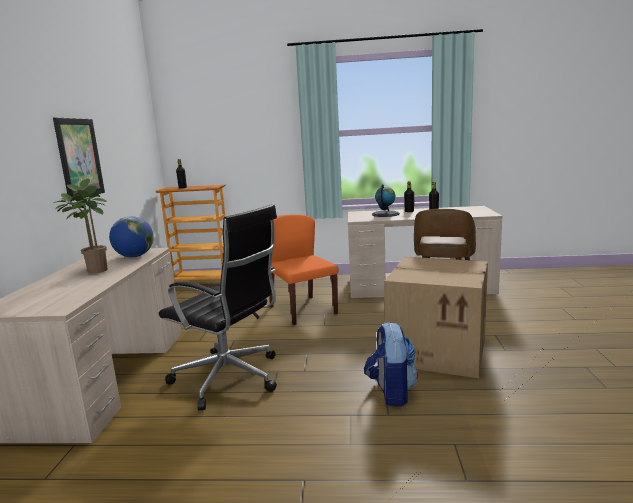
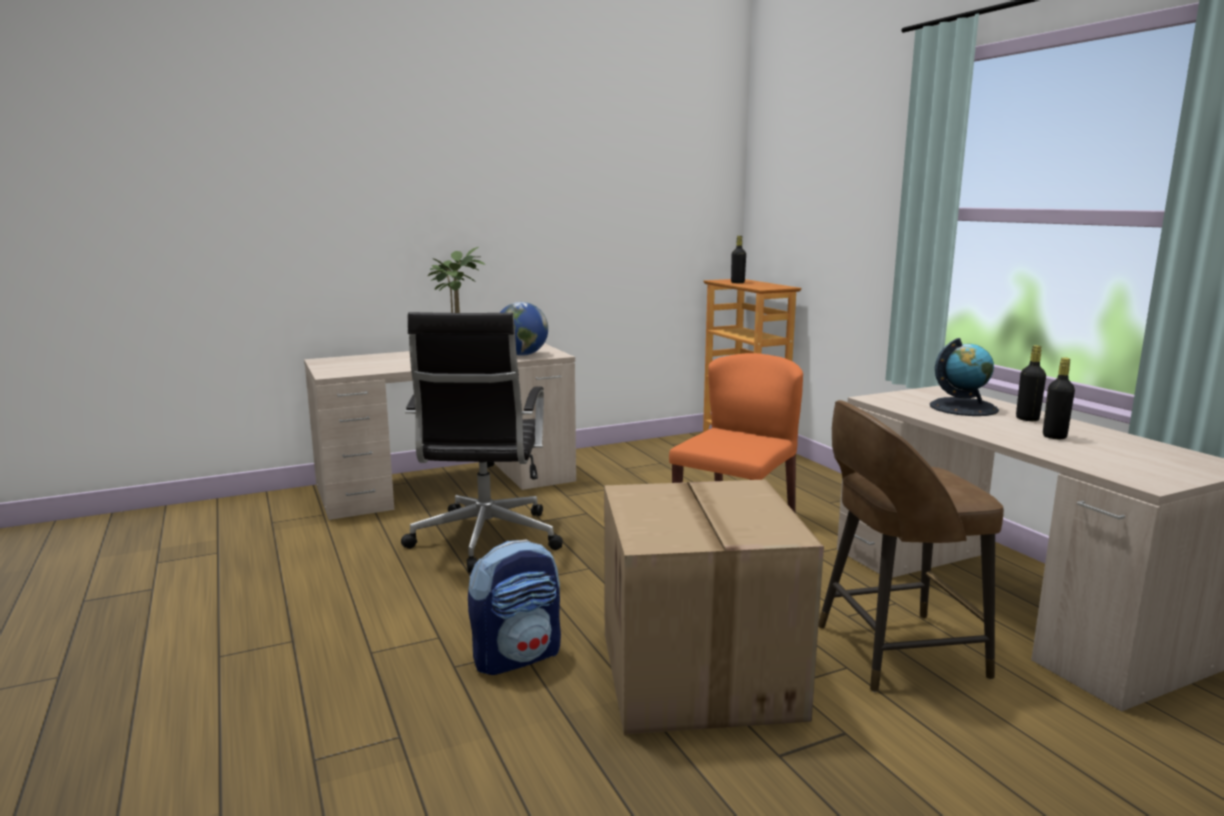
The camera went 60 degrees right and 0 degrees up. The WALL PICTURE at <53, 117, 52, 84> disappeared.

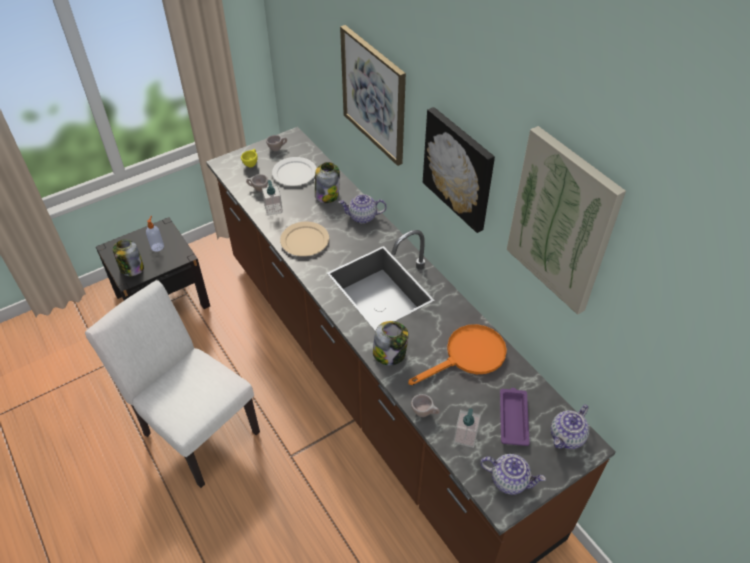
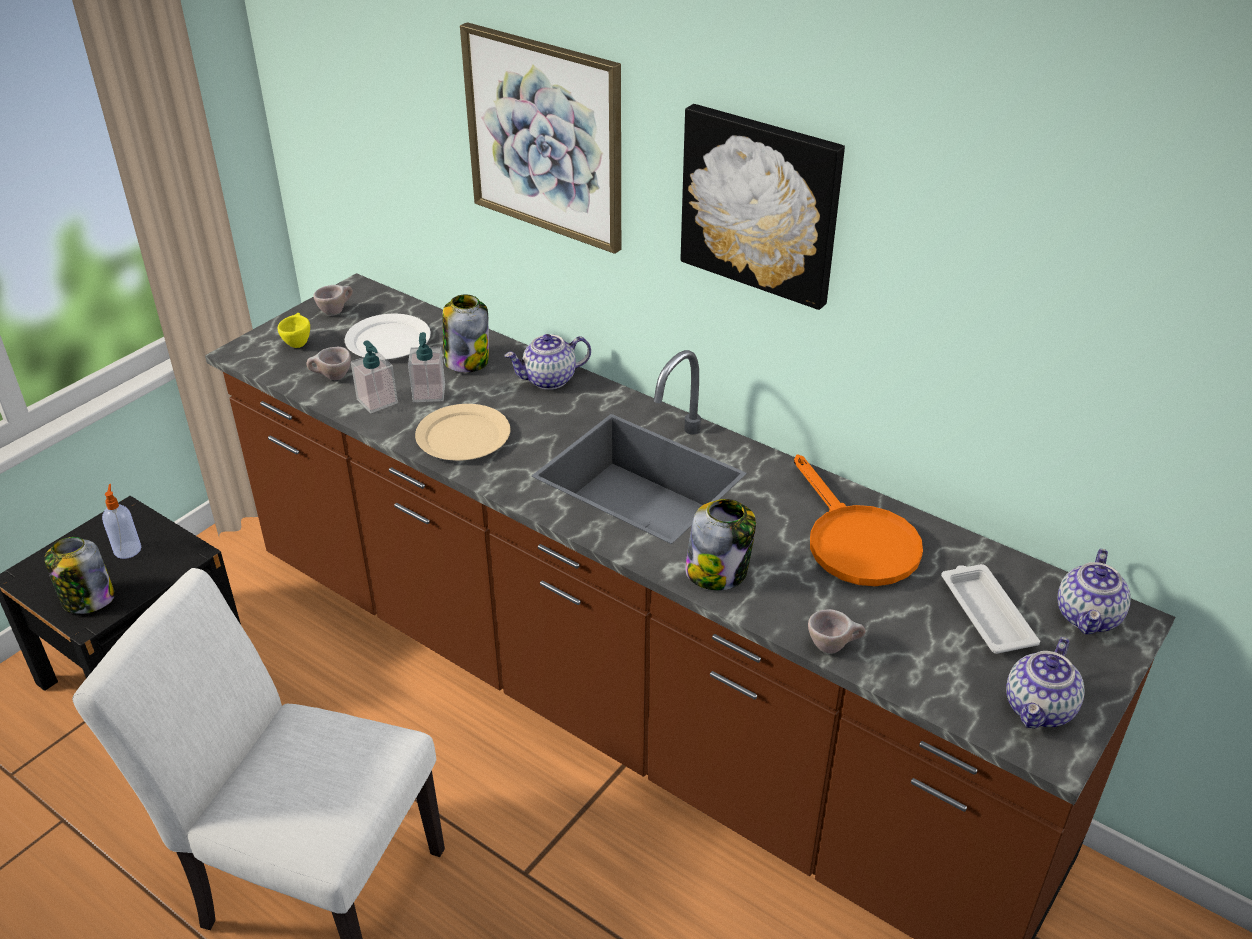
The camera went 20 degrees left and 10 degrees down. The WALL PICTURE at <507, 126, 119, 189> disappeared. The SOAP DISPENSER moved from <454, 408, 27, 40> to <408, 332, 37, 70>. The PURPLE-COLOURED CARRYING TRAY at <500, 388, 30, 58> became the WHITISH CARRYING TRAY at <941, 564, 100, 90>. The ORANGE-COLOURED FRYING PAN at <408, 324, 99, 61> turned 120 degrees clockwise. The TEAPOT at <480, 454, 66, 41> turned 120 degrees clockwise.

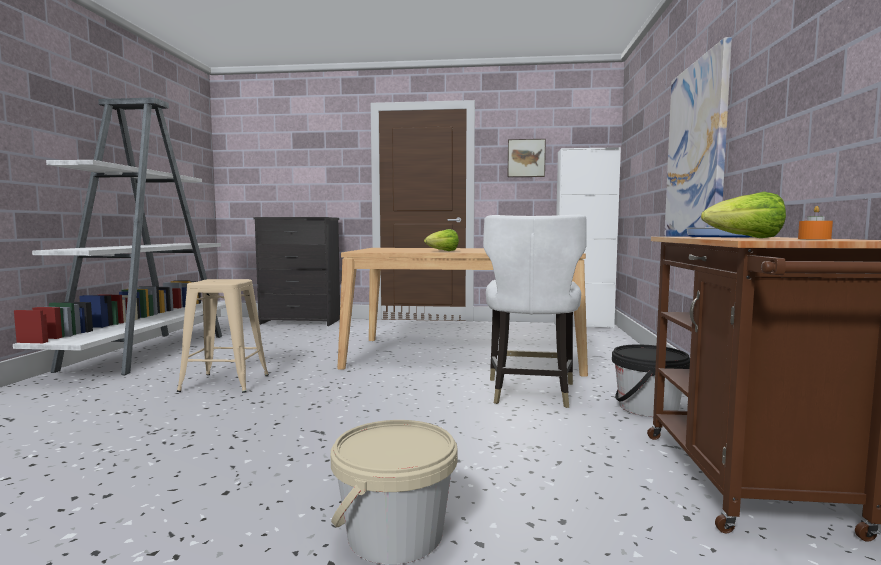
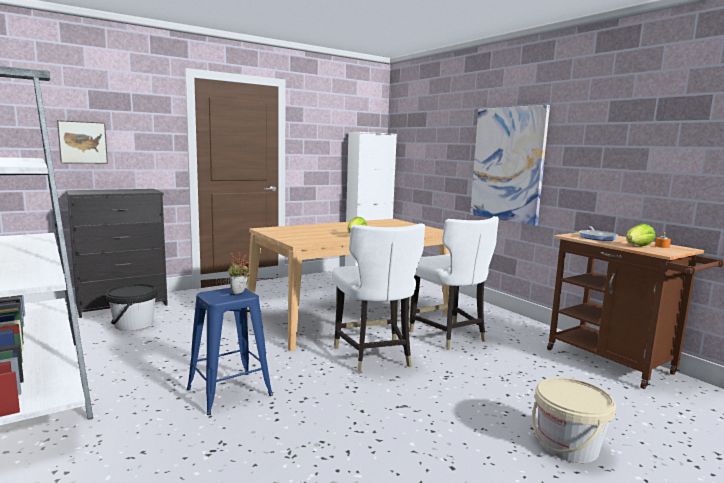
The camera went 40 degrees left and 5 degrees up. The POTTED PLANT at <228, 252, 22, 42> appeared. The WHITISH CHAIR at <332, 223, 93, 150> appeared. The WALL PICTURE moved from <508, 139, 38, 38> to <57, 120, 51, 44>. The BLACK BUCKET moved from <612, 344, 78, 73> to <106, 284, 52, 47>. The SAND-COLOURED STOOL at <177, 279, 92, 114> became the BLUE STOOL at <187, 288, 86, 127>.

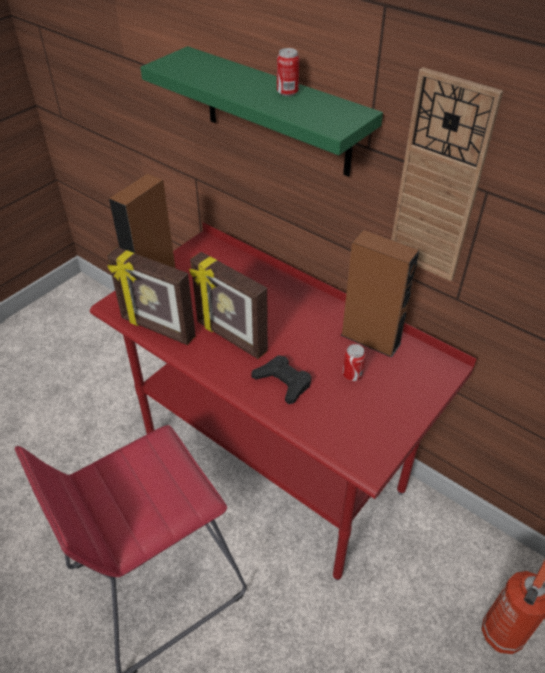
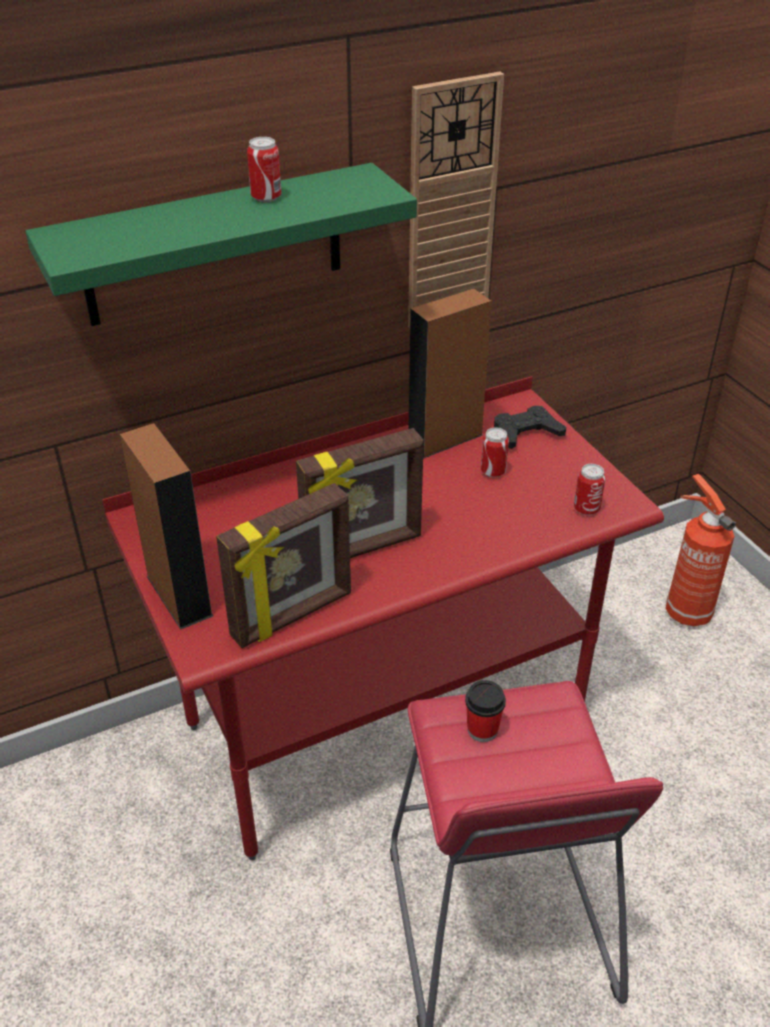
The camera went 65 degrees left and 5 degrees down. The DRINKING CUP at <465, 680, 41, 62> appeared. The CAN at <574, 464, 32, 51> appeared. The BLACK GAMEPAD moved from <251, 355, 60, 49> to <494, 406, 72, 43>.

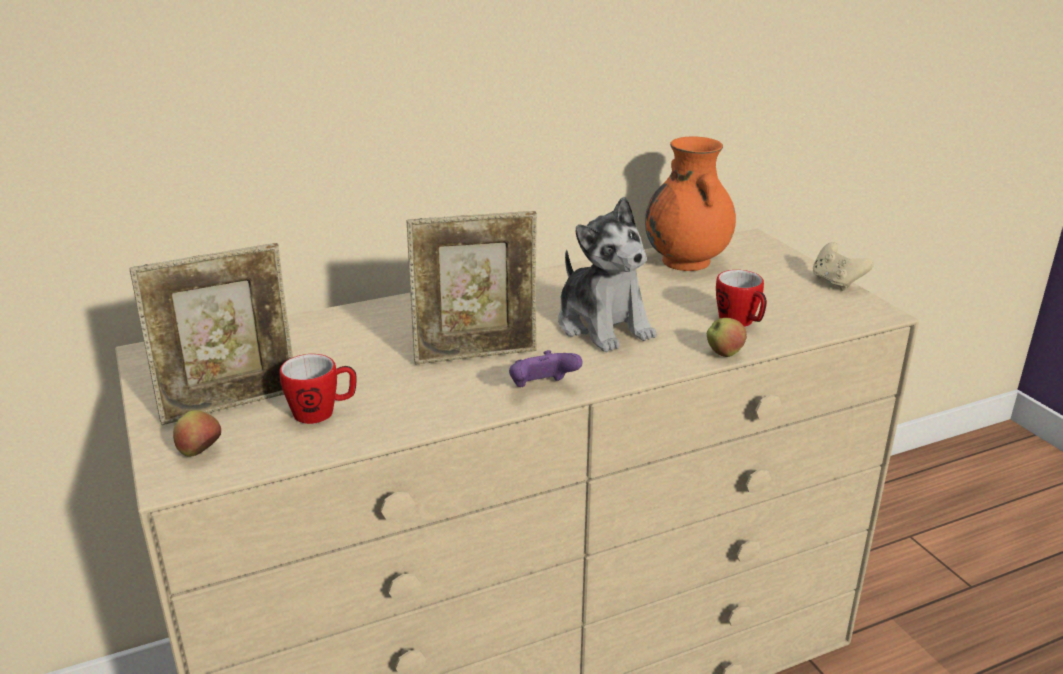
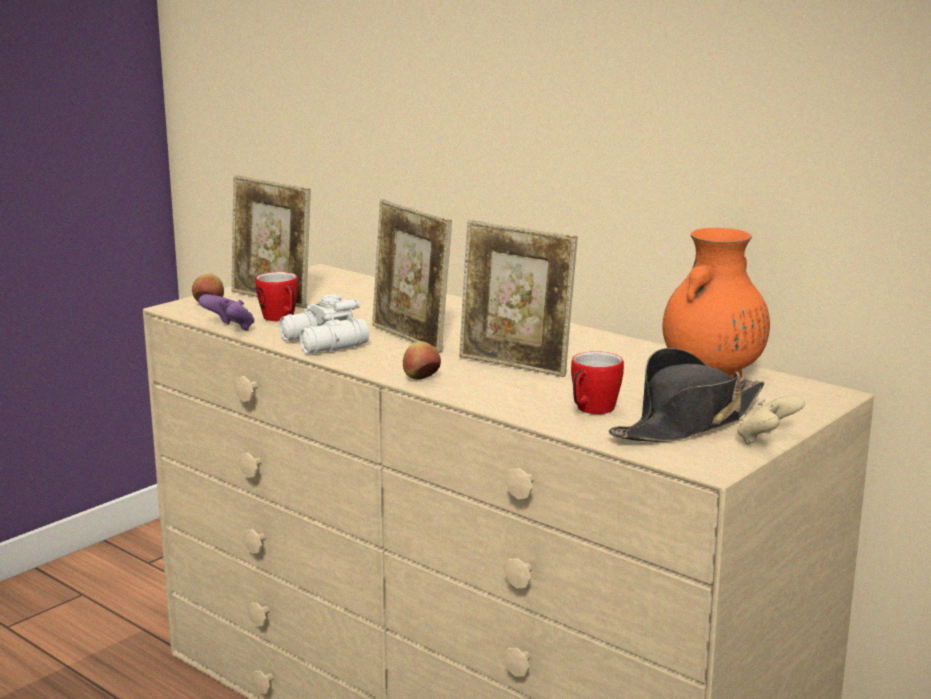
The camera went 65 degrees right and 10 degrees down. The WHITISH BINOCULARS at <279, 294, 90, 60> appeared. The BLACK WEARABLE HAT at <609, 348, 156, 94> appeared. The PURPLE-COLOURED GAMEPAD moved from <509, 350, 74, 37> to <198, 294, 56, 37>. The WHOLE APPLE moved from <707, 318, 40, 39> to <403, 341, 38, 39>. The SOFT TOY at <558, 197, 98, 155> was replaced by the STANDING FRAME at <459, 220, 118, 157>.

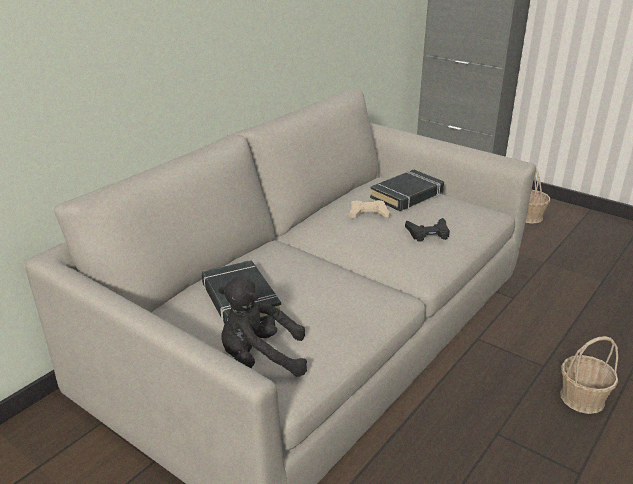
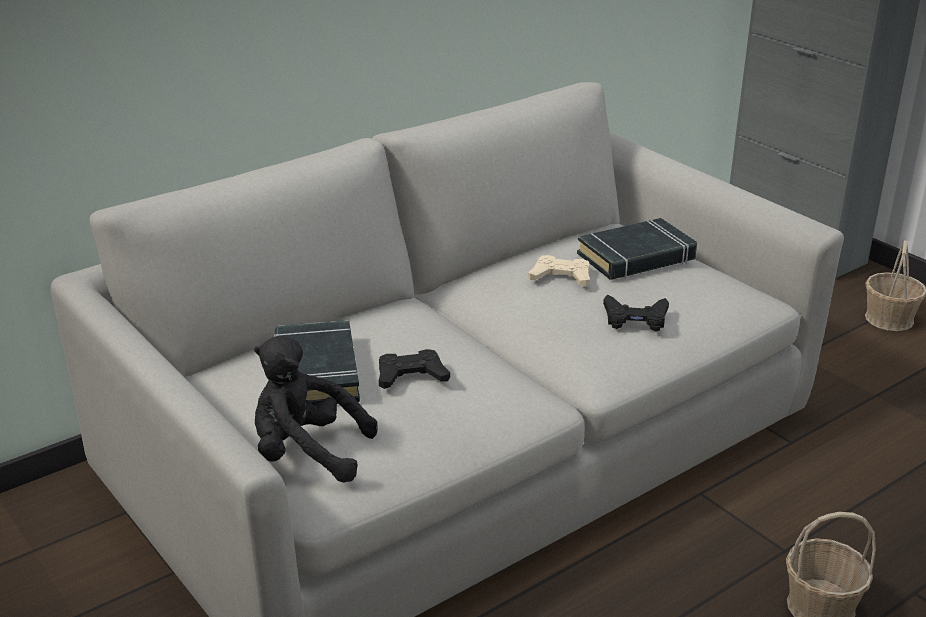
The camera went 15 degrees right and 0 degrees up. The BLACK GAMEPAD at <379, 349, 71, 40> appeared.

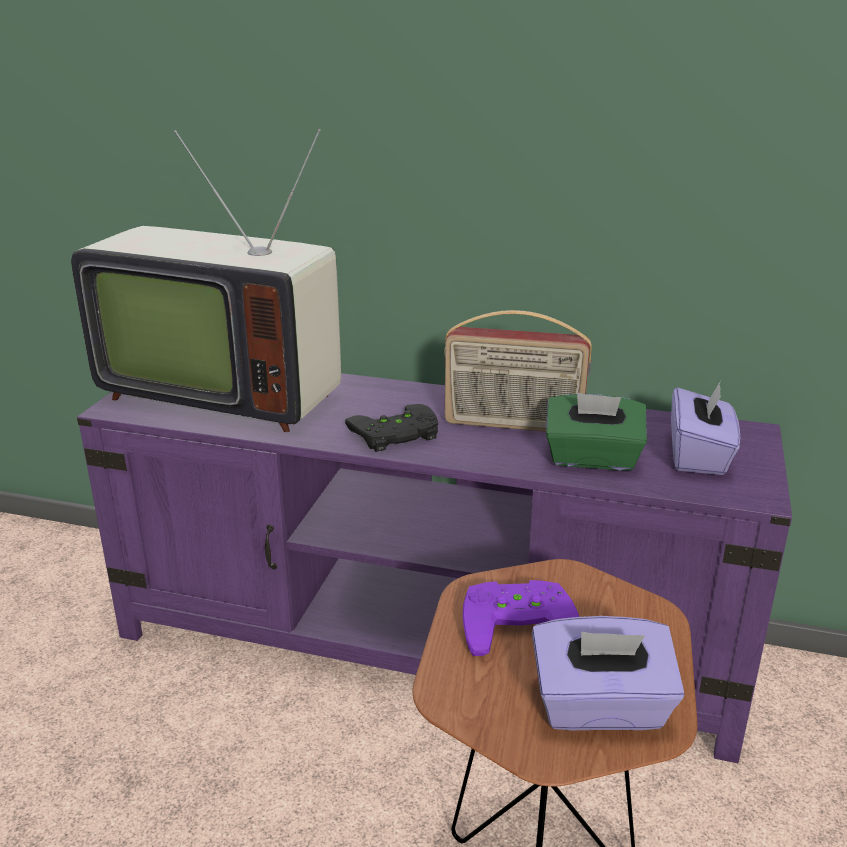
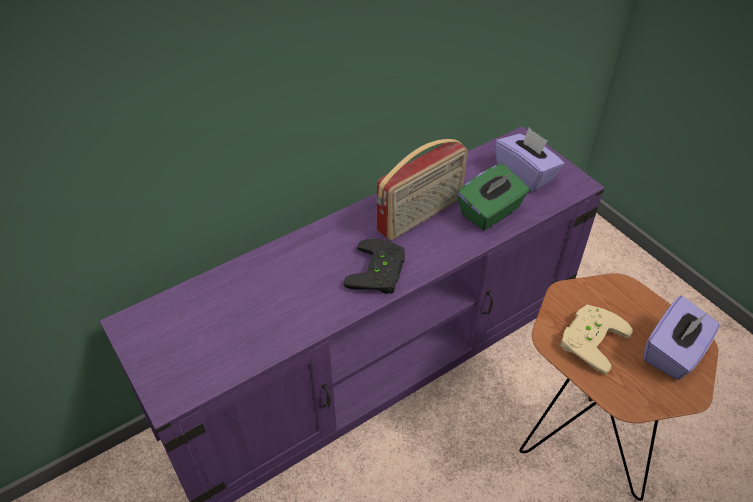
The camera went 50 degrees left and 20 degrees up. The TELEVISION at <71, 129, 270, 303> disappeared. The PURPLE-COLOURED GAMEPAD at <463, 580, 116, 76> became the SAND-COLOURED GAMEPAD at <560, 304, 73, 70>.

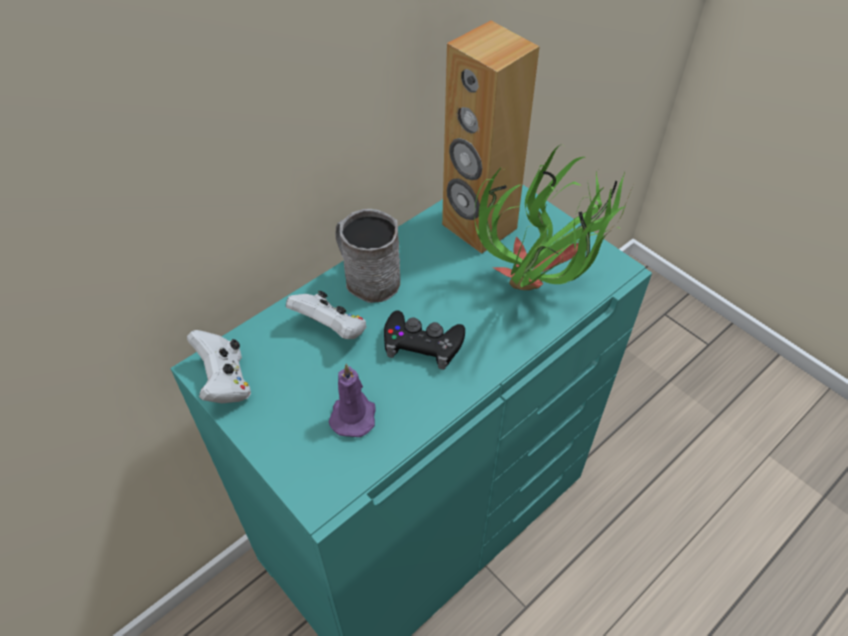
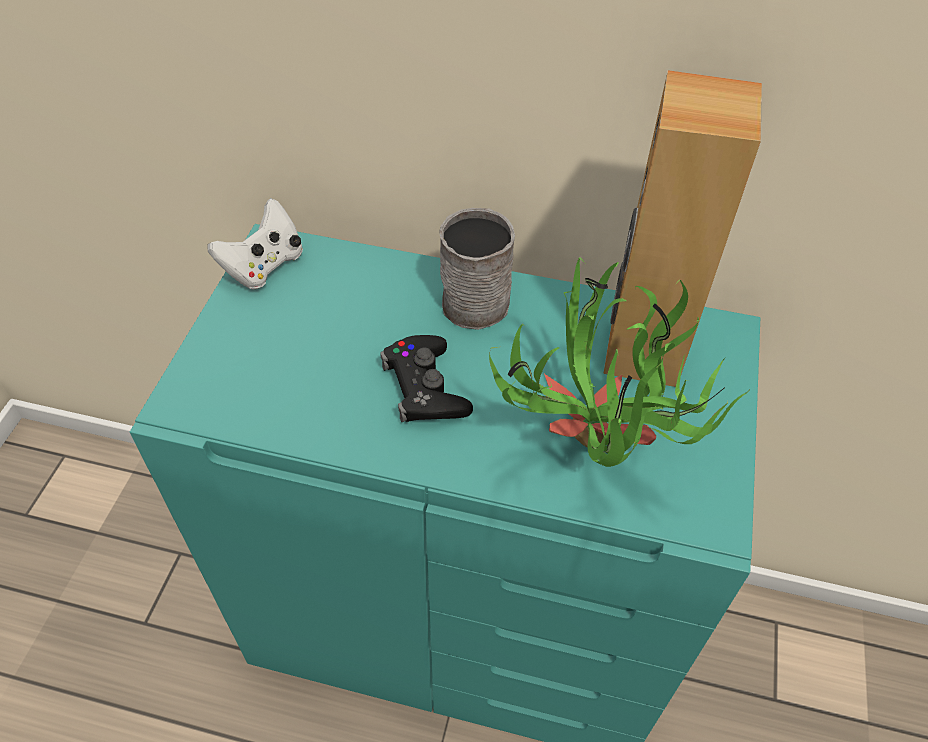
The camera went 55 degrees right and 0 degrees up. The WHITISH GAMEPAD at <286, 291, 81, 48> disappeared. The PURPLE-COLOURED WAX LIGHT at <328, 364, 48, 73> disappeared.

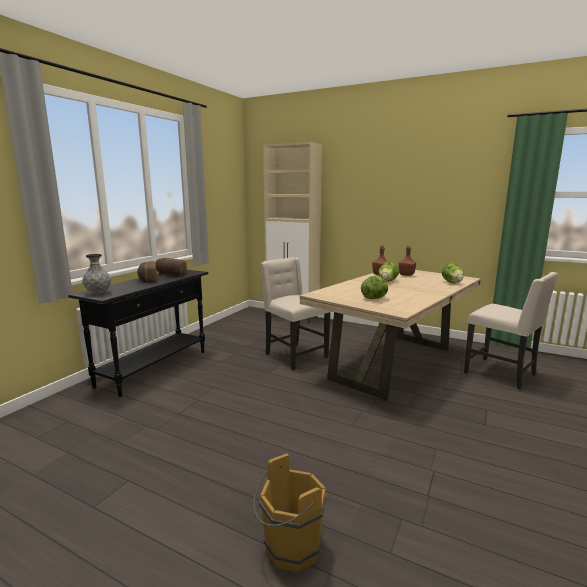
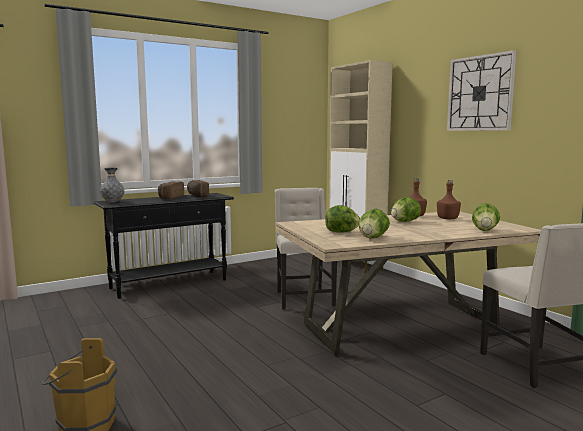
The camera went 30 degrees right and 5 degrees down. The LETTUCE at <358, 209, 32, 30> appeared. The HANGING CLOCK at <447, 50, 70, 81> appeared.

